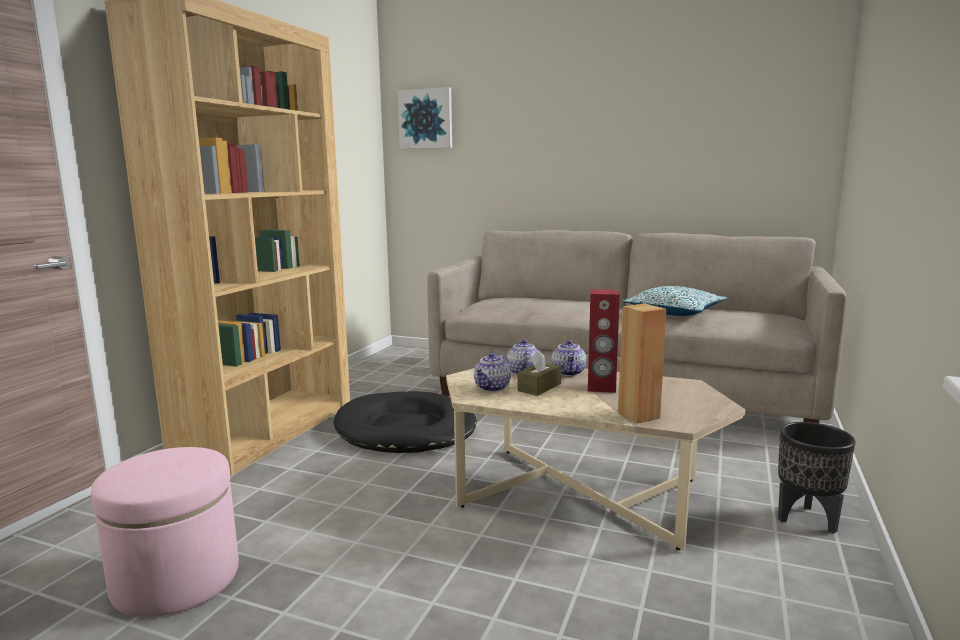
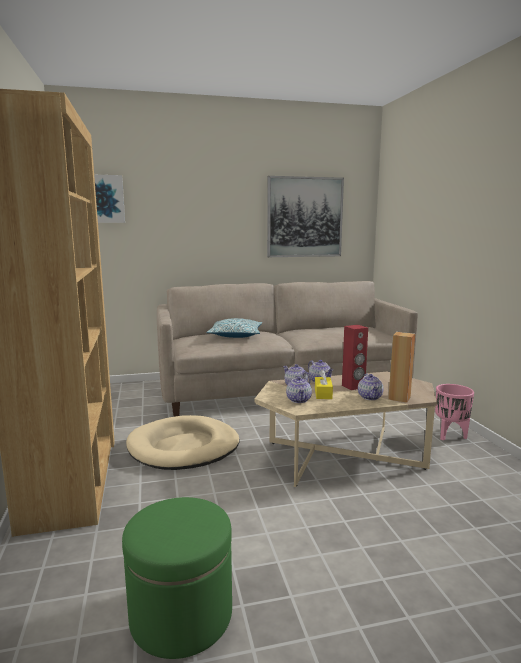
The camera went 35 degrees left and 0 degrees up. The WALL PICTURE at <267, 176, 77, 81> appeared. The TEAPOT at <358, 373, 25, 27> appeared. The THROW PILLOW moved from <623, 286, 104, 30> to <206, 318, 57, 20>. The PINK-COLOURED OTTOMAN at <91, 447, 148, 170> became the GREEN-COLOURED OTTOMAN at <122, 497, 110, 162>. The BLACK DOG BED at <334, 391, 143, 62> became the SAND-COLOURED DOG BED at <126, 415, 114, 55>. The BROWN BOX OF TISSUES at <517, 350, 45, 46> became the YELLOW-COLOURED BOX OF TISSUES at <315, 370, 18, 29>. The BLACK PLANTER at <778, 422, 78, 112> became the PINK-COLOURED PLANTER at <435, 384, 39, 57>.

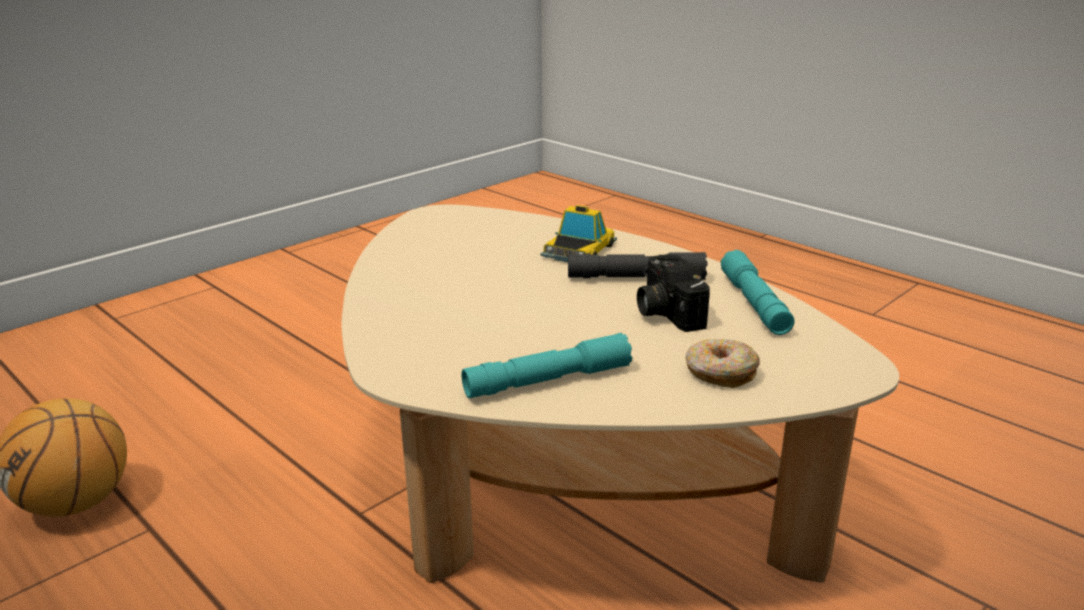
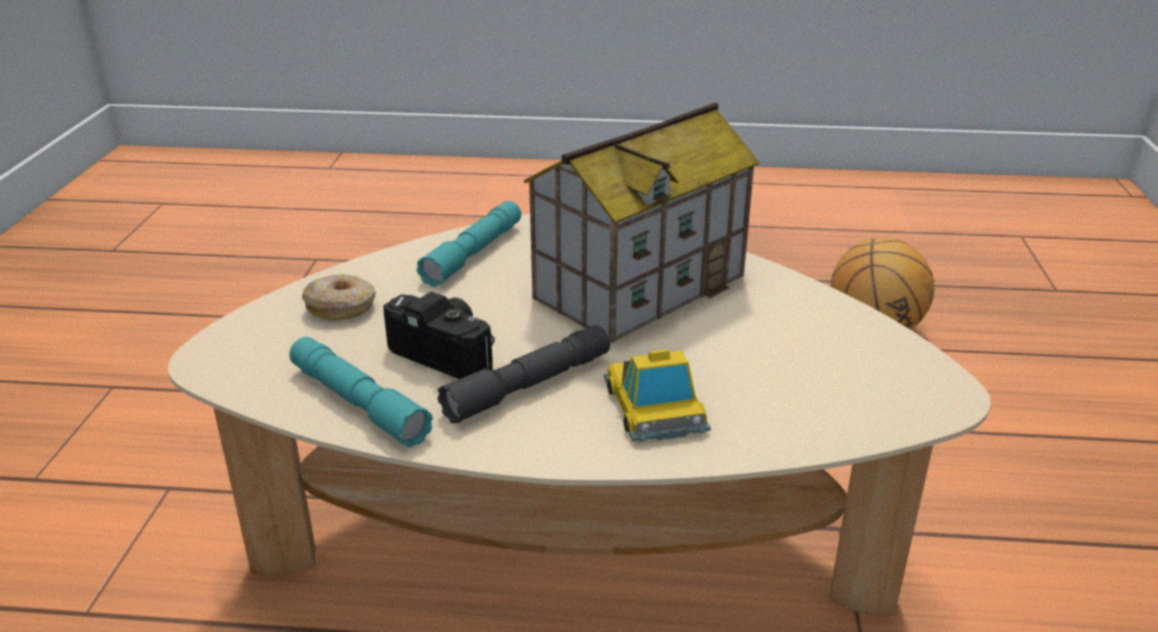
The camera went 140 degrees right and 5 degrees up. The MODEL HOUSE at <524, 102, 236, 241> appeared.

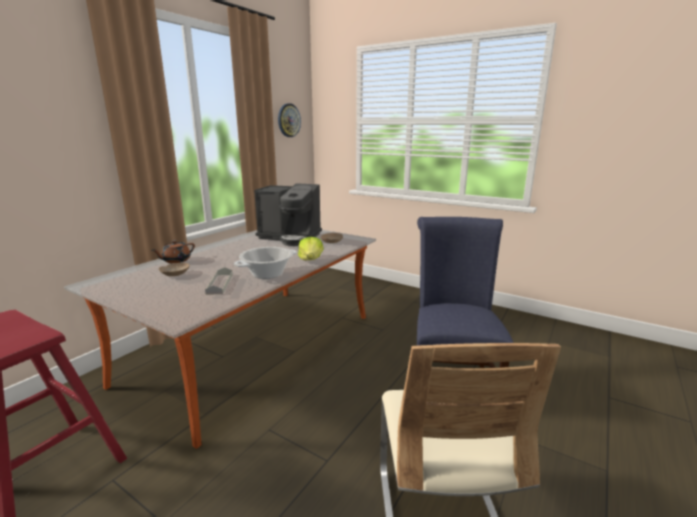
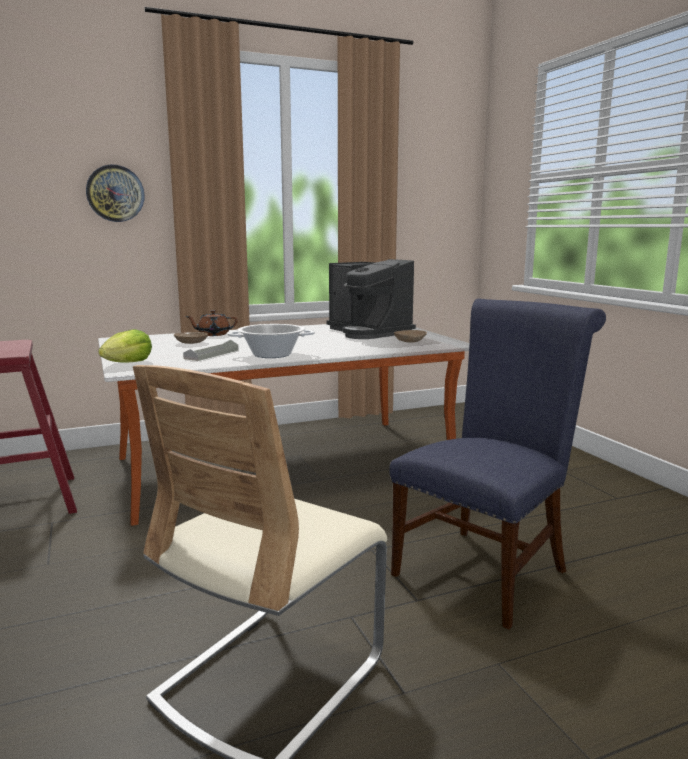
The camera went 35 degrees right and 5 degrees down. The HANGING CLOCK moved from <278, 103, 23, 34> to <86, 165, 59, 57>. The LETTUCE moved from <298, 237, 26, 23> to <98, 329, 54, 34>.

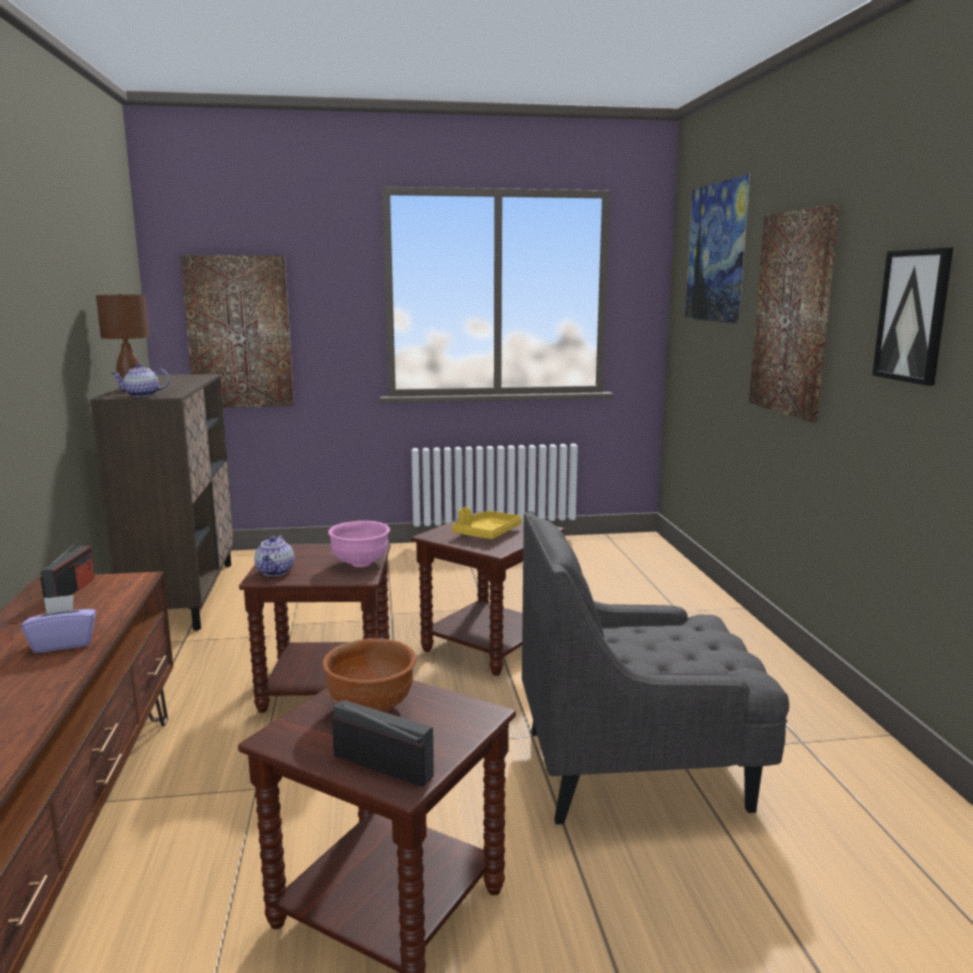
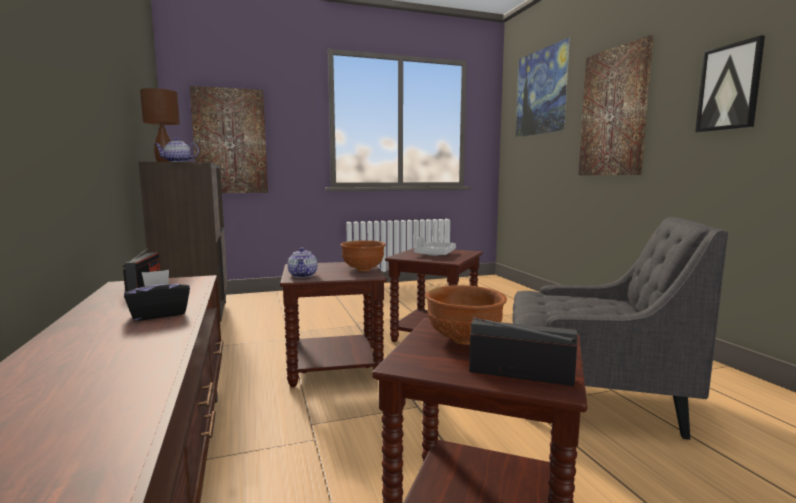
The camera went 10 degrees left and 5 degrees down. The PURPLE-COLOURED BOX OF TISSUES at <21, 595, 75, 58> became the BLACK BOX OF TISSUES at <124, 270, 66, 51>. The PINK-COLOURED SERVING BOWL at <328, 521, 62, 46> became the BROWN SERVING BOWL at <341, 240, 45, 31>. The YELLOW-COLOURED CARRYING TRAY at <452, 507, 70, 32> became the GRAY CARRYING TRAY at <414, 237, 42, 19>. The GRAY LOUNGE CHAIR at <522, 511, 267, 314> turned 150 degrees counterclockwise.

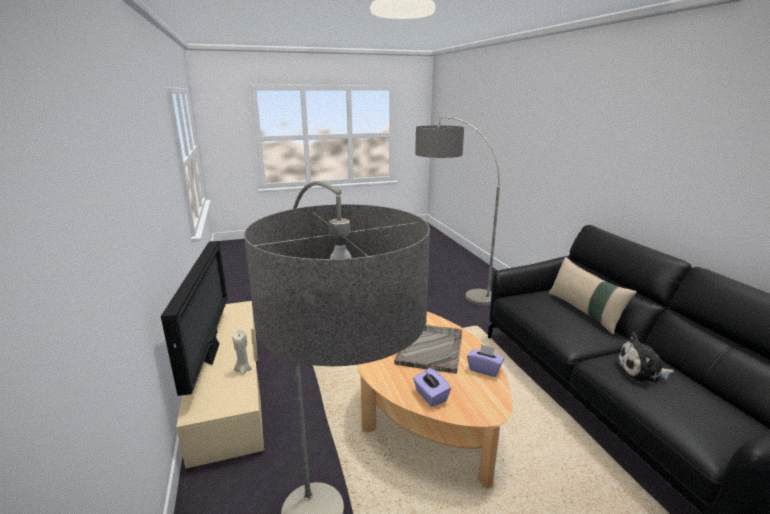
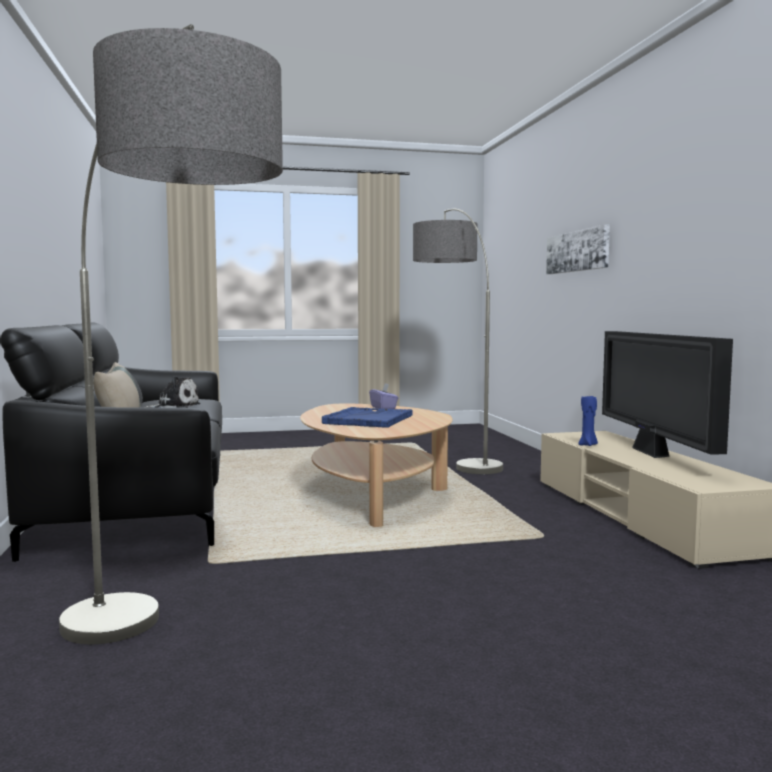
The camera went 175 degrees left and 15 degrees down. The PURPLE-COLOURED BOX OF TISSUES at <467, 344, 37, 33> disappeared. The WALL PICTURE at <546, 224, 64, 50> appeared. The SAND-COLOURED WAX LIGHT at <232, 330, 20, 45> became the BLUE WAX LIGHT at <578, 396, 20, 50>. The GRAY CARRYING TRAY at <394, 325, 68, 49> became the BLUE CARRYING TRAY at <322, 407, 91, 21>.

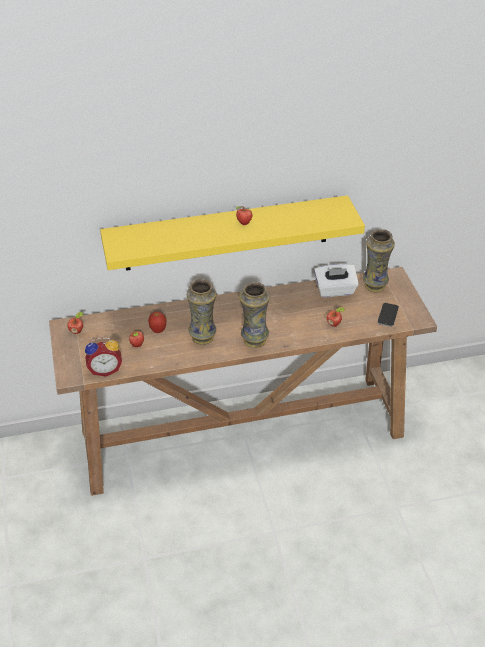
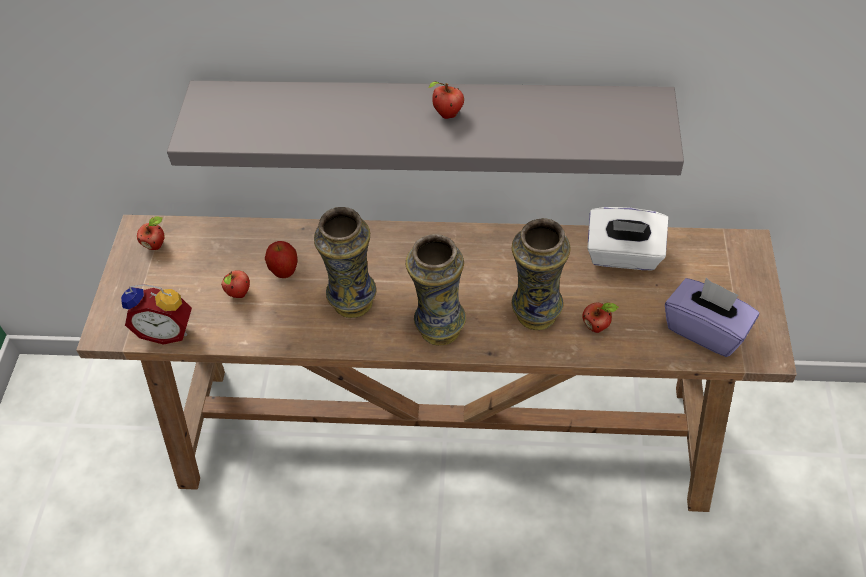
The camera went 20 degrees right and 10 degrees up. The FLOWER VASE moved from <363, 229, 32, 63> to <511, 218, 60, 112>. The PHONE at <377, 303, 22, 24> was replaced by the PURPLE-COLOURED BOX OF TISSUES at <665, 278, 94, 79>. The YELLOW-COLOURED SHELF at <100, 195, 265, 76> became the GRAY SHELF at <167, 81, 517, 94>.

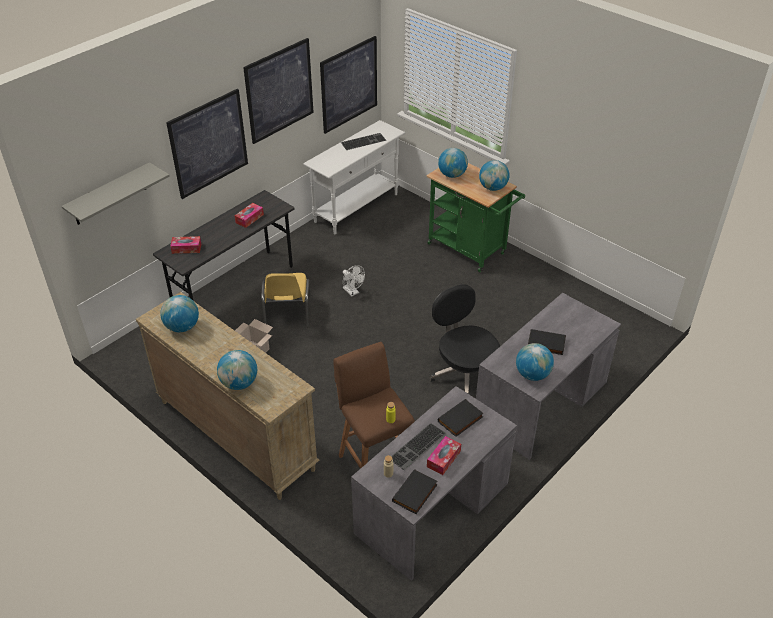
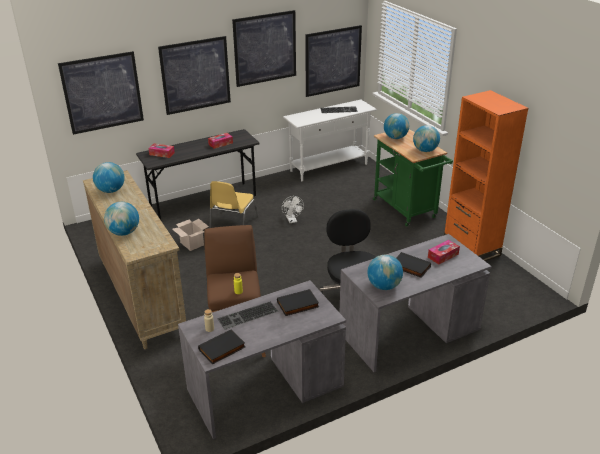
The camera went 20 degrees right and 10 degrees down. The ORANGE-COLOURED SHELVING UNIT at <444, 90, 85, 171> appeared. The BOX OF TISSUES moved from <427, 436, 34, 39> to <428, 240, 32, 24>. The GRAY SHELF at <61, 162, 109, 63> was replaced by the WALL PICTURE at <58, 51, 86, 84>.

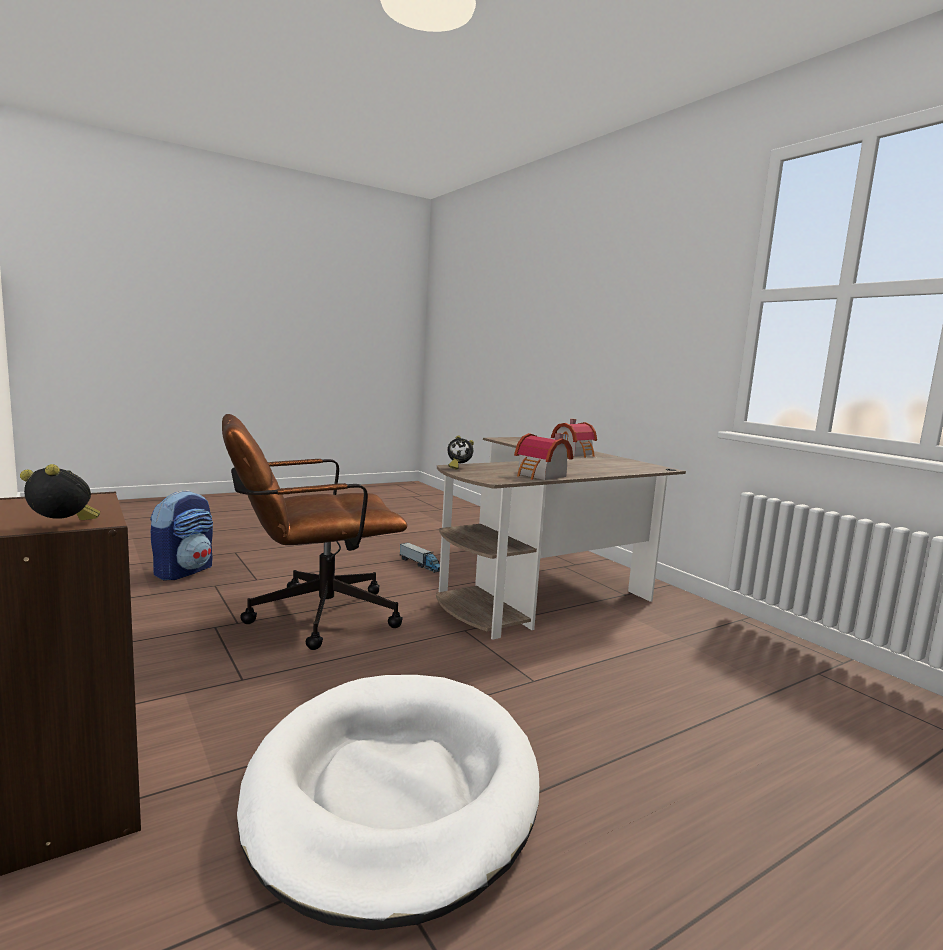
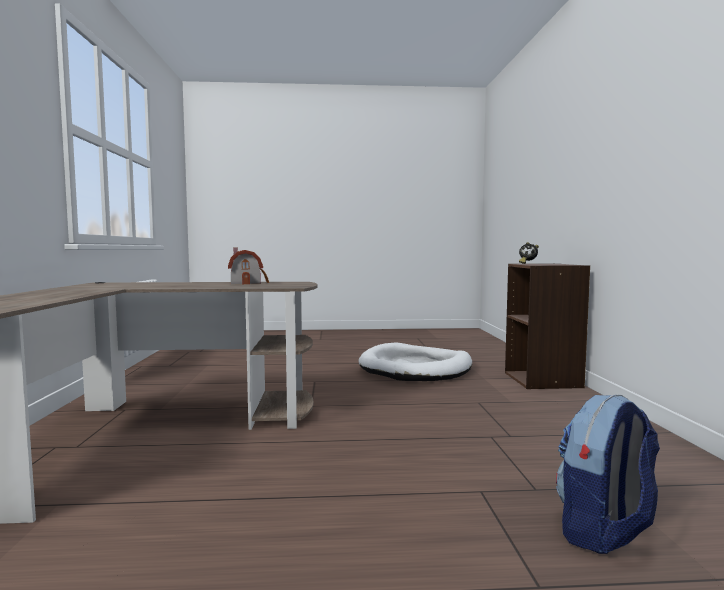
The camera went 150 degrees left and 5 degrees down. The BROWN COMPUTER CHAIR at <222, 414, 185, 236> disappeared. The TOY LORRY at <400, 543, 40, 30> disappeared. The BEDSIDE CLOCK at <447, 435, 27, 34> disappeared. The MODEL HOUSE at <551, 419, 46, 38> disappeared.

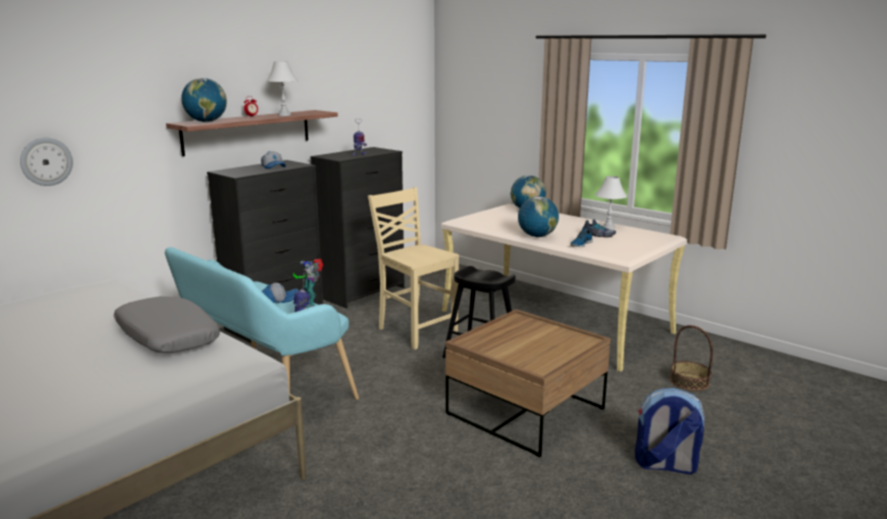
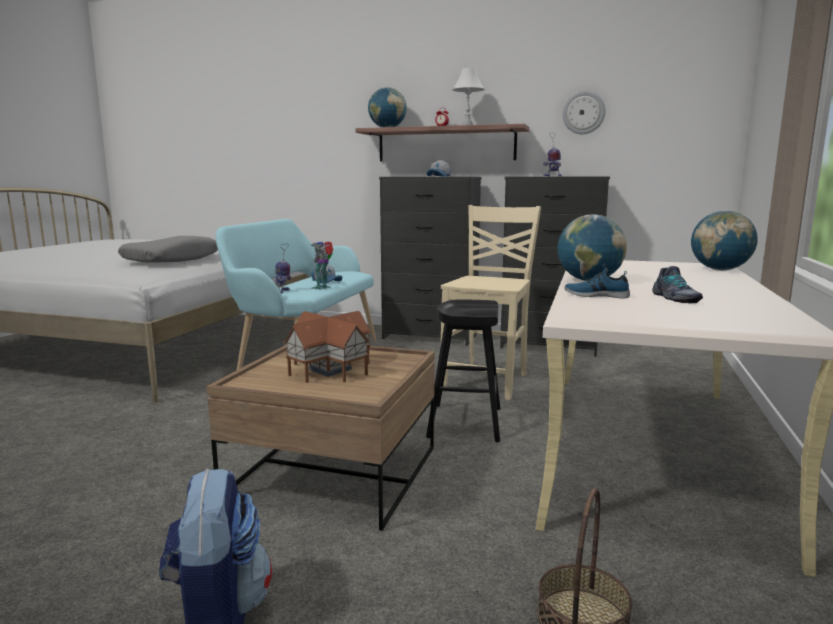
The camera went 65 degrees right and 5 degrees down. The WHITISH TABLETOP LAMP at <595, 176, 32, 53> disappeared. The MODEL HOUSE at <284, 311, 87, 72> appeared. The HANGING CLOCK moved from <20, 137, 53, 49> to <562, 91, 43, 43>.

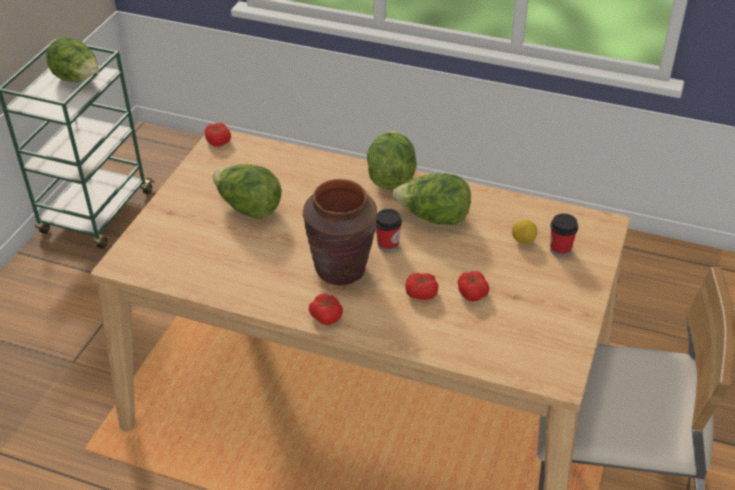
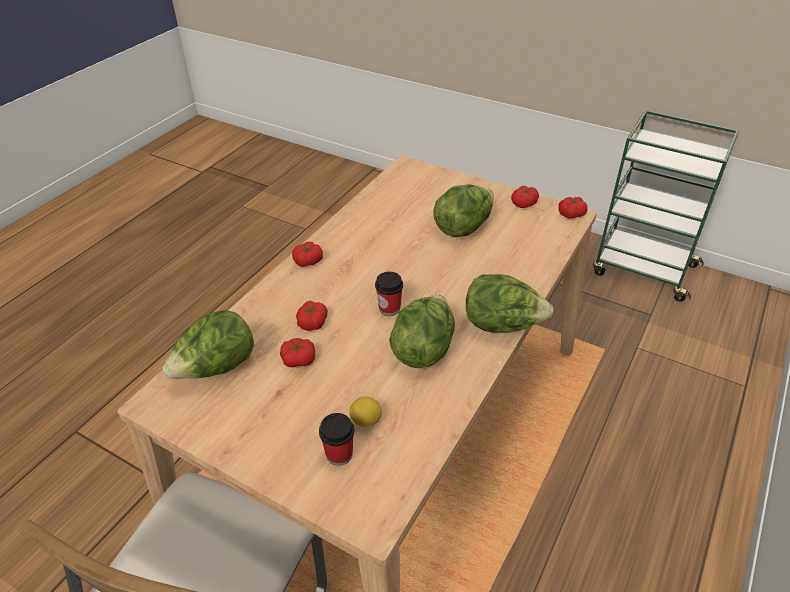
The camera went 100 degrees right and 0 degrees up. The BROWN FLOWER VASE at <303, 179, 74, 106> disappeared. The FRESH TOMATO at <511, 186, 28, 22> appeared. The LETTUCE moved from <46, 37, 53, 45> to <163, 310, 91, 69>.

